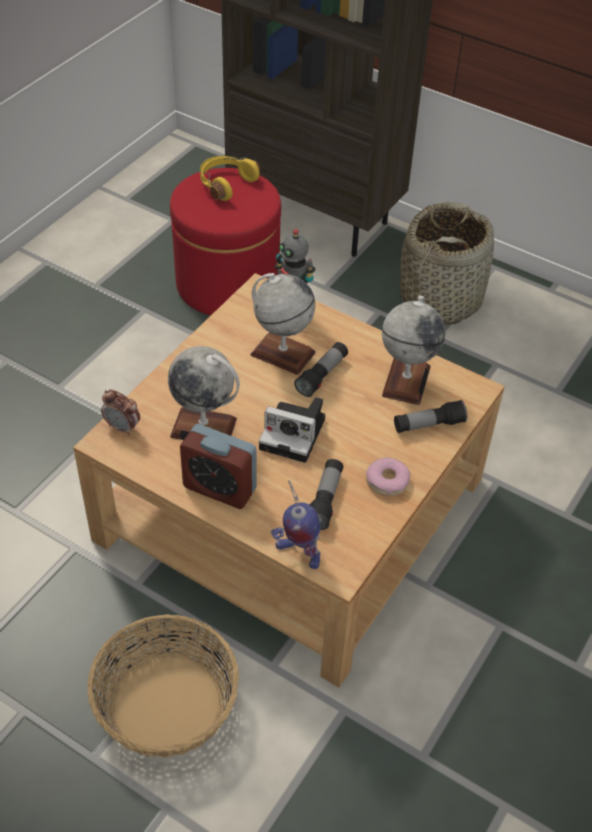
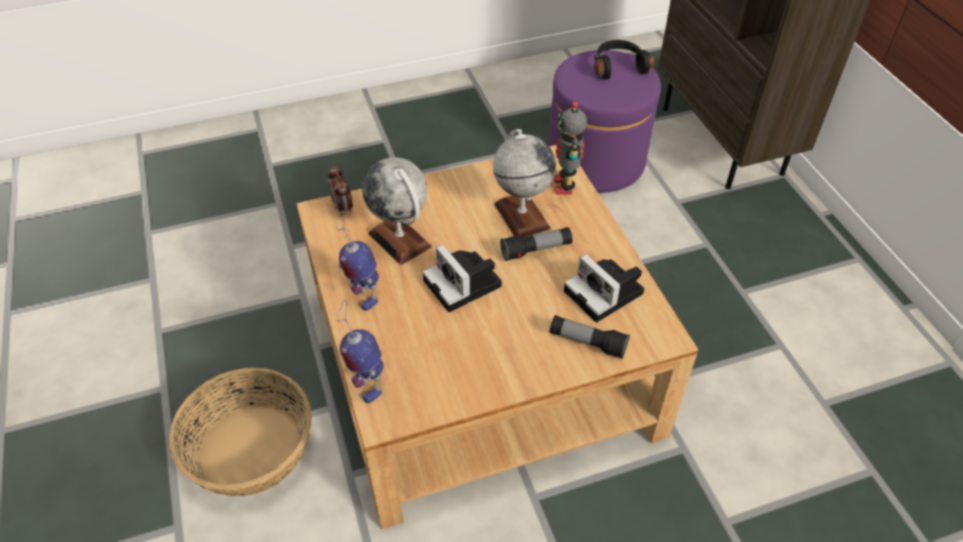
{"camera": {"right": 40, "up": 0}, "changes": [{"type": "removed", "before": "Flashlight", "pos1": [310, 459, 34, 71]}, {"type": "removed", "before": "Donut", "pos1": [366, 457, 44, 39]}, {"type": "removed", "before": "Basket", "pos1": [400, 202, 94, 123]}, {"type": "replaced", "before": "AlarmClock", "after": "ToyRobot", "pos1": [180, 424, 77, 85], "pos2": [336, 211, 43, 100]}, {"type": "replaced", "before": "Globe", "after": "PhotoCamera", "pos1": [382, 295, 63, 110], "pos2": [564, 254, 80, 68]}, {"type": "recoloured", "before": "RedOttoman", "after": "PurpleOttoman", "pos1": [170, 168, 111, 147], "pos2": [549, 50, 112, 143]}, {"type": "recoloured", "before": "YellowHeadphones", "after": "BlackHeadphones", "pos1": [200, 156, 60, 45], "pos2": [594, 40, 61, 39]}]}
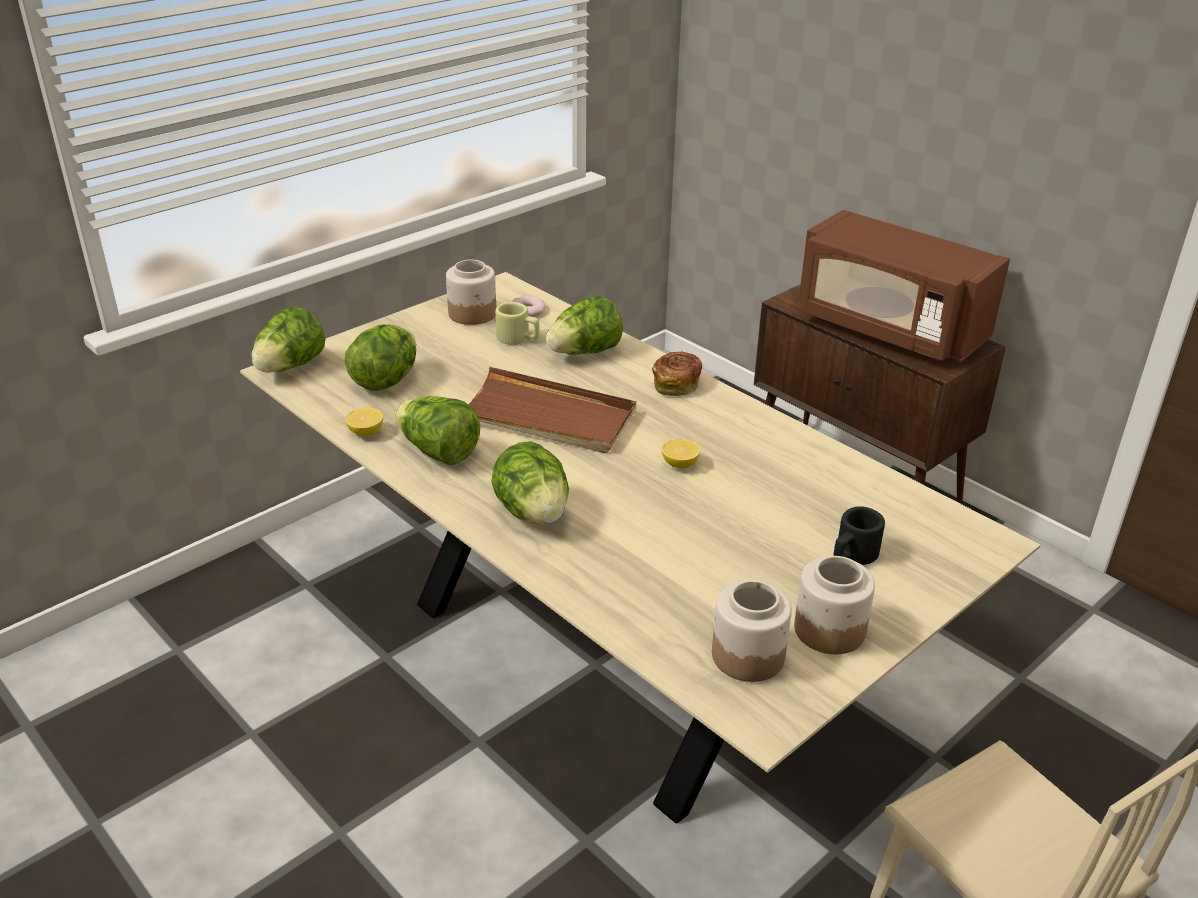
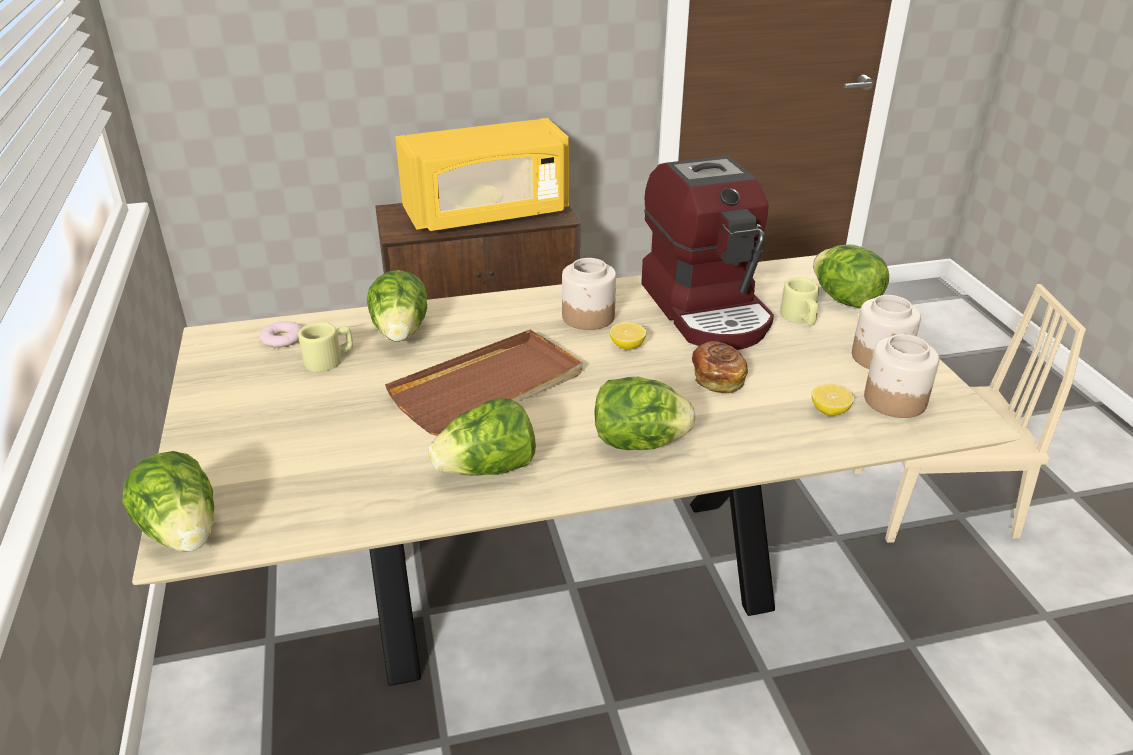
{"camera": {"right": -60, "up": 0}, "changes": [{"type": "added", "after": "CoffeeMachine", "pos2": [641, 156, 133, 194]}, {"type": "moved", "before": "Lettuce", "pos1": [345, 324, 71, 67], "pos2": [813, 245, 76, 64]}, {"type": "moved", "before": "Lemon", "pos1": [345, 408, 38, 28], "pos2": [812, 384, 42, 32]}, {"type": "moved", "before": "Jar", "pos1": [446, 259, 50, 66], "pos2": [562, 258, 54, 72]}, {"type": "moved", "before": "Bread", "pos1": [652, 352, 50, 44], "pos2": [692, 341, 56, 53]}, {"type": "recoloured", "before": "BrownMicrowave", "after": "YellowMicrowave", "pos1": [798, 210, 212, 152], "pos2": [395, 118, 174, 113]}, {"type": "recoloured", "before": "BlackMug", "after": "BeigeMug", "pos1": [833, 506, 52, 59], "pos2": [780, 278, 39, 47]}]}
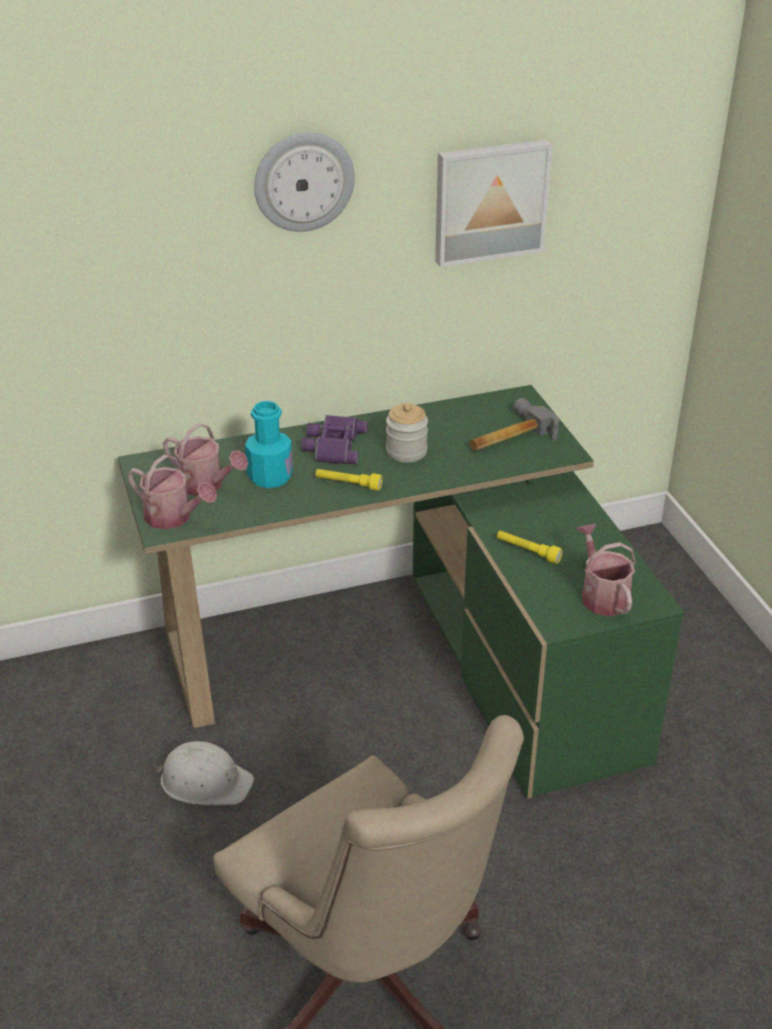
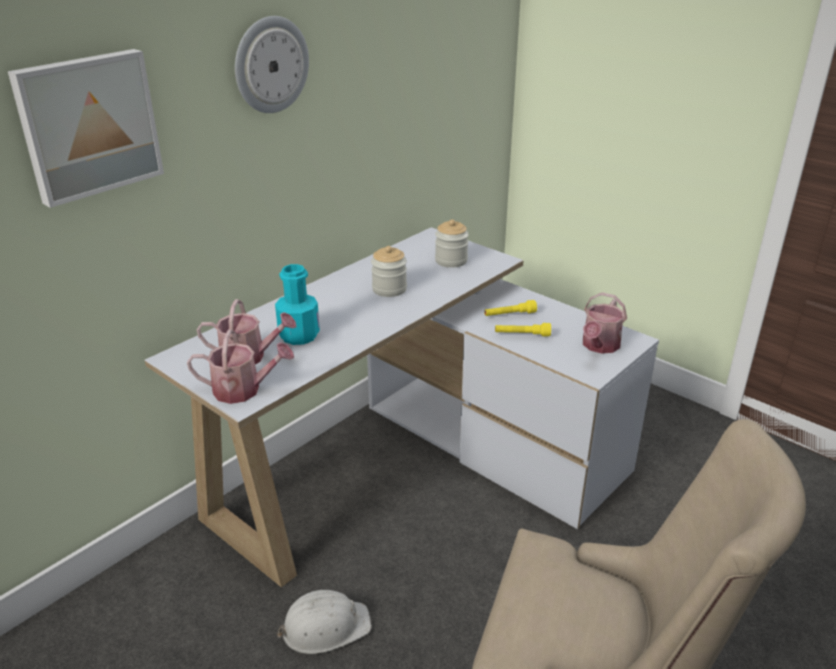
{"camera": {"right": -30, "up": -5}, "changes": [{"type": "removed", "before": "PurpleBinoculars", "pos1": [301, 415, 67, 49]}, {"type": "moved", "before": "YellowFlashlight", "pos1": [316, 469, 66, 22], "pos2": [484, 300, 53, 16]}, {"type": "moved", "before": "Picture", "pos1": [435, 140, 117, 127], "pos2": [8, 49, 156, 159]}, {"type": "replaced", "before": "Hammer", "after": "Jar", "pos1": [469, 398, 90, 53], "pos2": [435, 219, 34, 49]}, {"type": "recoloured", "before": "GreenDesk", "after": "WhiteDesk", "pos1": [118, 385, 566, 414], "pos2": [144, 227, 515, 360]}, {"type": "turned", "before": "WateringCan", "pos1": [576, 524, 60, 93], "pos2": [583, 292, 44, 62], "turn": -105}]}
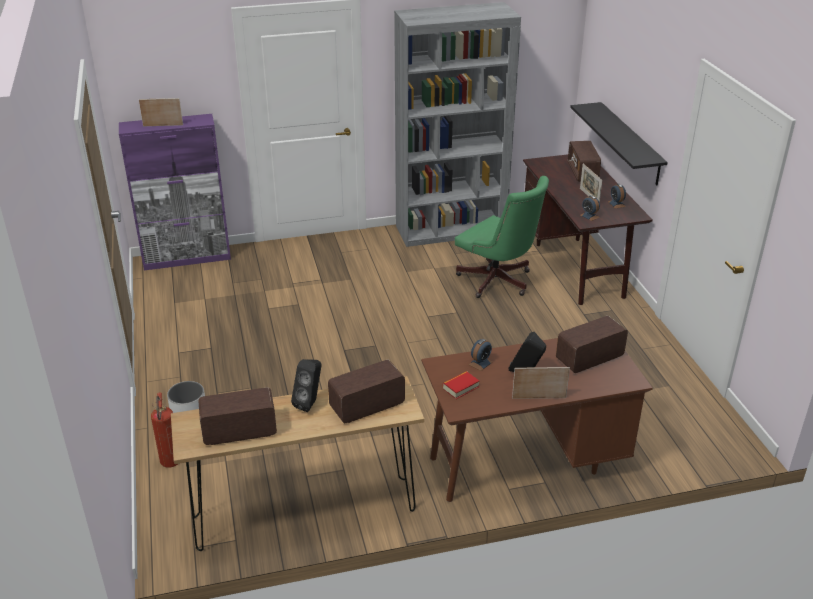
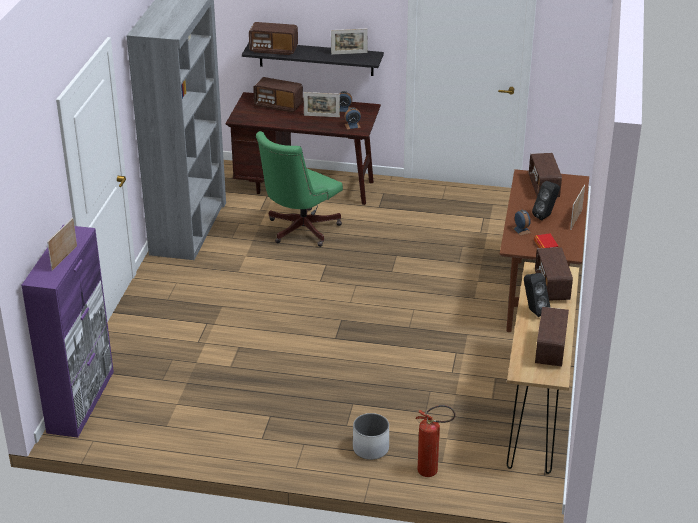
{"camera": {"right": -65, "up": 0}, "changes": [{"type": "added", "after": "Radio", "pos2": [249, 22, 49, 33]}, {"type": "added", "after": "PictureFrame", "pos2": [331, 28, 37, 27]}, {"type": "turned", "before": "GreenOfficeChair", "pos1": [455, 176, 94, 122], "pos2": [256, 131, 87, 116], "turn": 150}]}
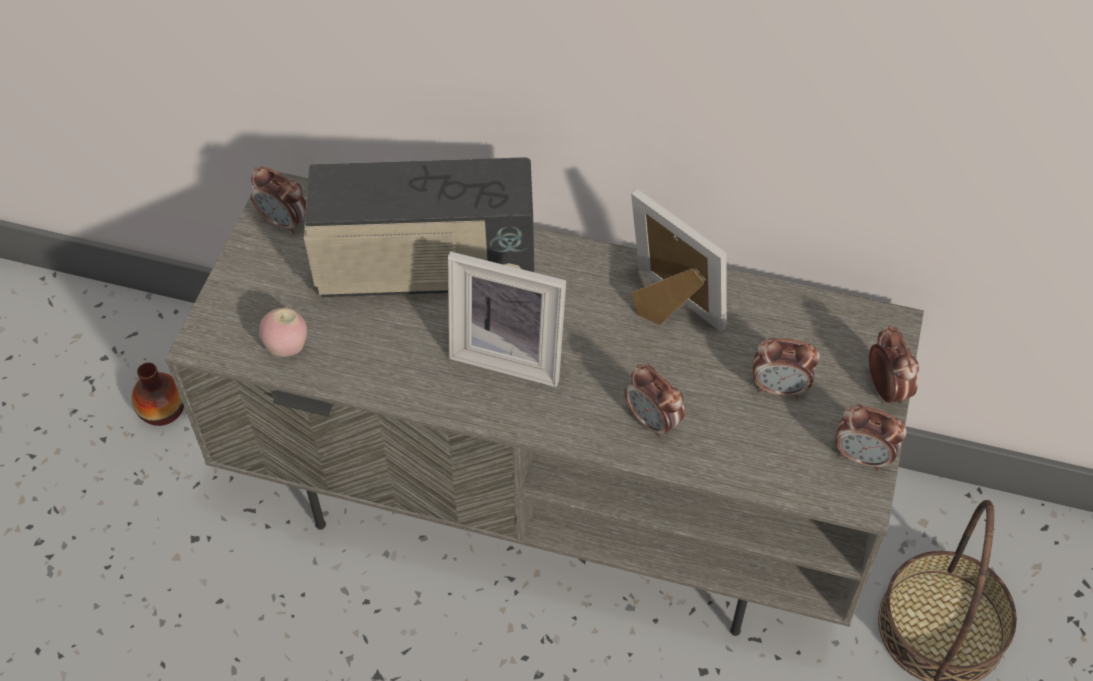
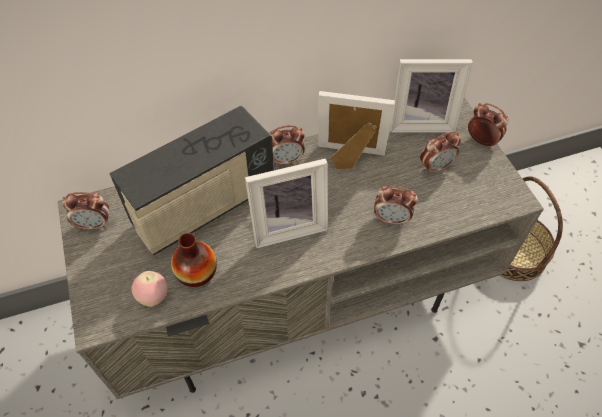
{"camera": {"right": -35, "up": 0}, "changes": [{"type": "added", "after": "PictureFrame", "pos2": [390, 59, 83, 74]}, {"type": "moved", "before": "Vase", "pos1": [131, 362, 53, 64], "pos2": [171, 233, 46, 54]}, {"type": "moved", "before": "AlarmClock", "pos1": [835, 405, 72, 66], "pos2": [269, 125, 36, 41]}]}
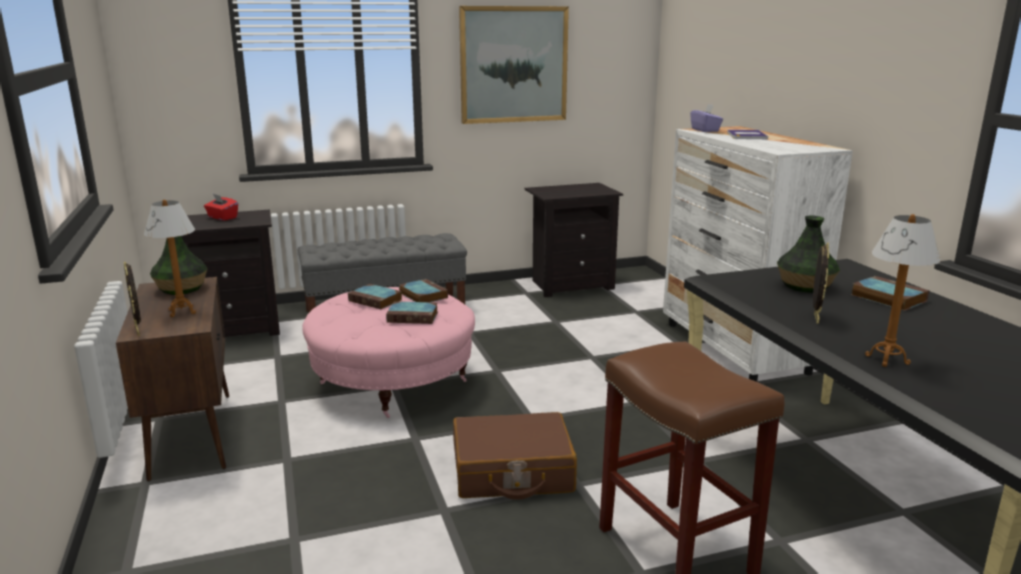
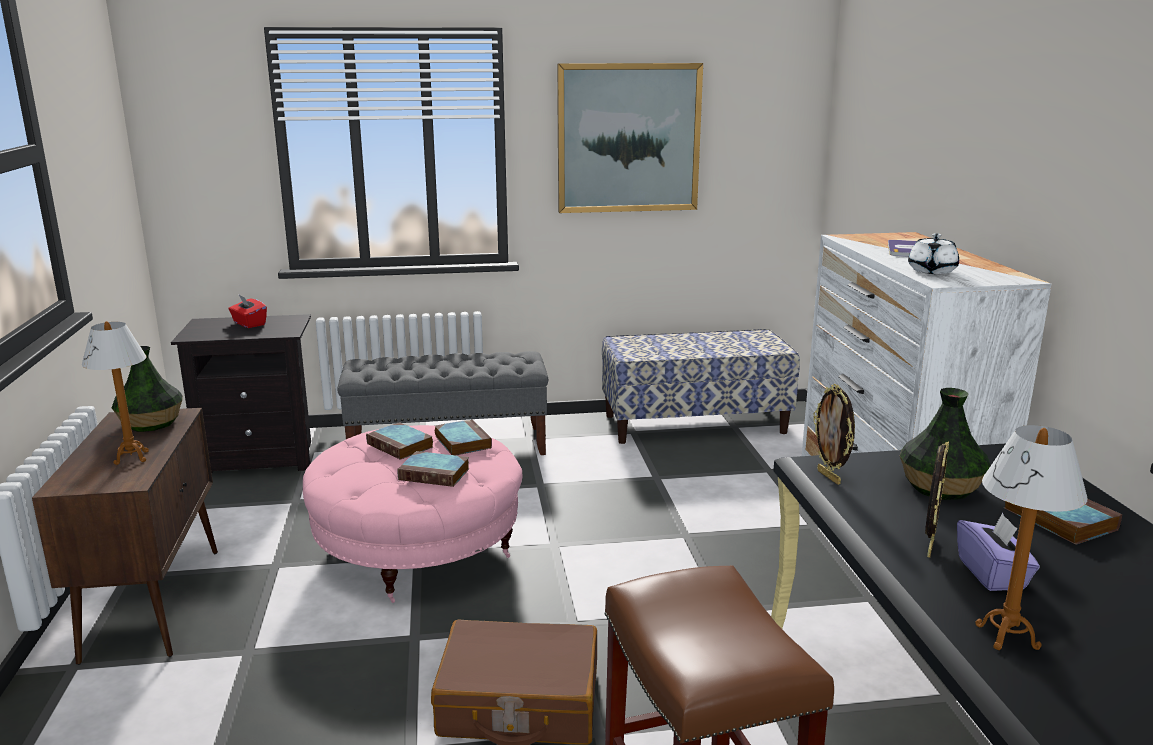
{"camera": {"right": 10, "up": 0}, "changes": [{"type": "added", "after": "WhiteTeapot", "pos2": [908, 233, 51, 41]}, {"type": "moved", "before": "PictureFrame", "pos1": [124, 261, 17, 75], "pos2": [813, 384, 42, 101]}, {"type": "moved", "before": "PurpleTissueBox", "pos1": [690, 104, 33, 28], "pos2": [957, 513, 83, 78]}, {"type": "replaced", "before": "BlackNightstand", "after": "Bench", "pos1": [524, 183, 99, 114], "pos2": [602, 329, 198, 115]}]}
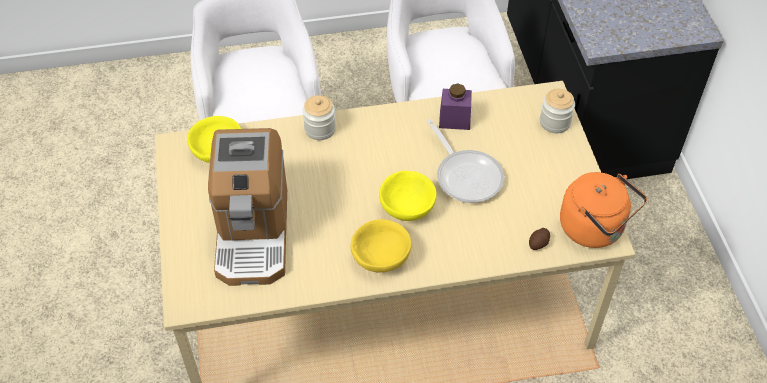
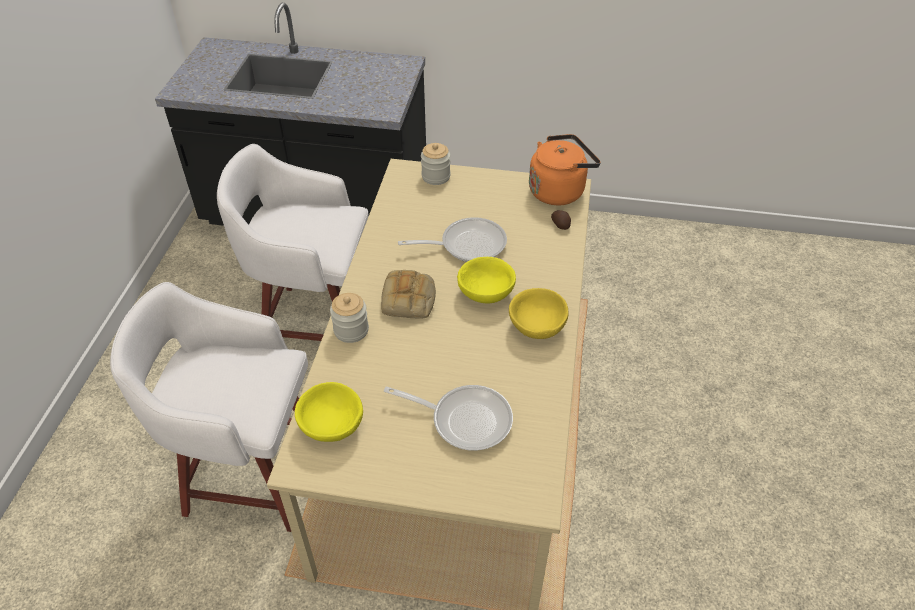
{"camera": {"right": -70, "up": -5}, "changes": [{"type": "removed", "before": "PurpleJar", "pos1": [439, 84, 33, 46]}, {"type": "added", "after": "Bread", "pos2": [381, 270, 55, 49]}, {"type": "replaced", "before": "CoffeeMachine", "after": "FryingPan", "pos1": [208, 128, 79, 158], "pos2": [384, 385, 129, 66]}]}
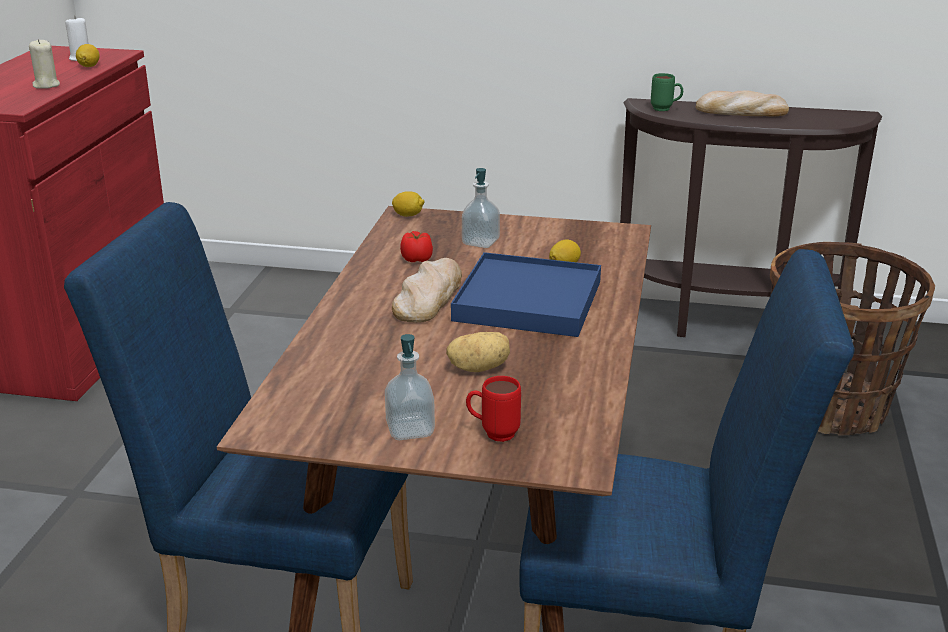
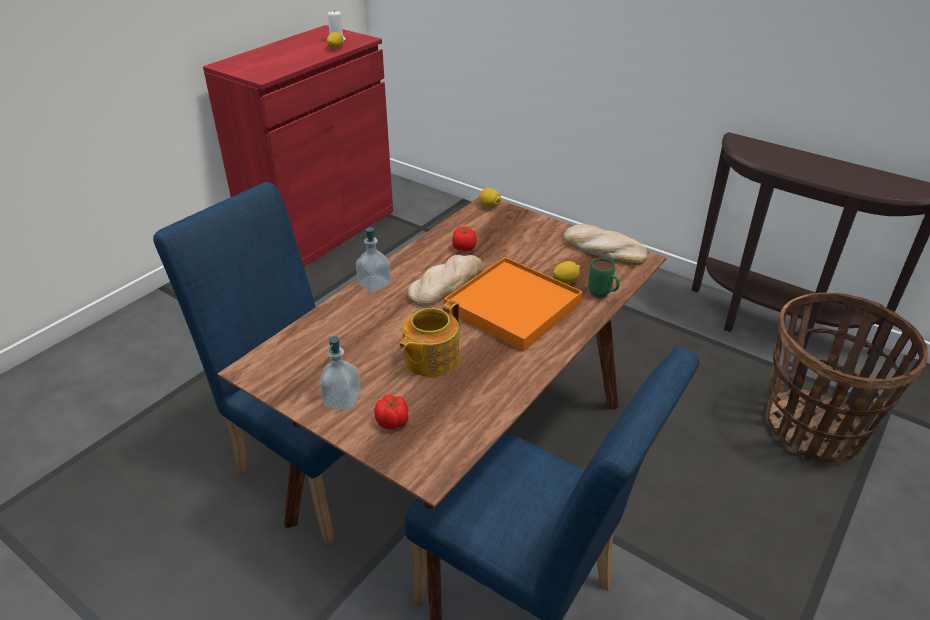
{"camera": {"right": 25, "up": 10}, "changes": [{"type": "removed", "before": "BeigeCandle", "pos1": [29, 39, 31, 50]}, {"type": "moved", "before": "SoapDispenser", "pos1": [462, 168, 38, 80], "pos2": [356, 227, 35, 66]}, {"type": "moved", "before": "GreenMug", "pos1": [651, 73, 32, 38], "pos2": [588, 258, 32, 40]}, {"type": "moved", "before": "Bread", "pos1": [696, 91, 93, 26], "pos2": [563, 224, 85, 42]}, {"type": "replaced", "before": "Potato", "after": "Teapot", "pos1": [446, 332, 64, 40], "pos2": [399, 300, 61, 77]}, {"type": "replaced", "before": "RedMug", "after": "Tomato", "pos1": [466, 376, 55, 66], "pos2": [374, 395, 35, 34]}, {"type": "recoloured", "before": "BlueTray", "after": "OrangeTray", "pos1": [451, 252, 150, 85], "pos2": [444, 257, 139, 95]}]}
